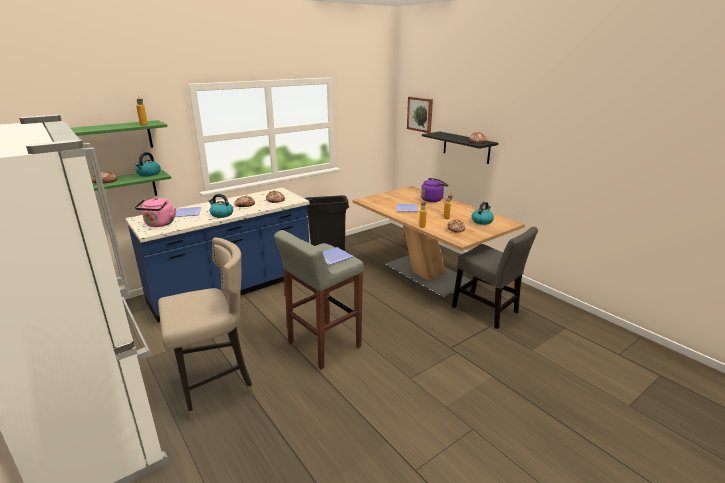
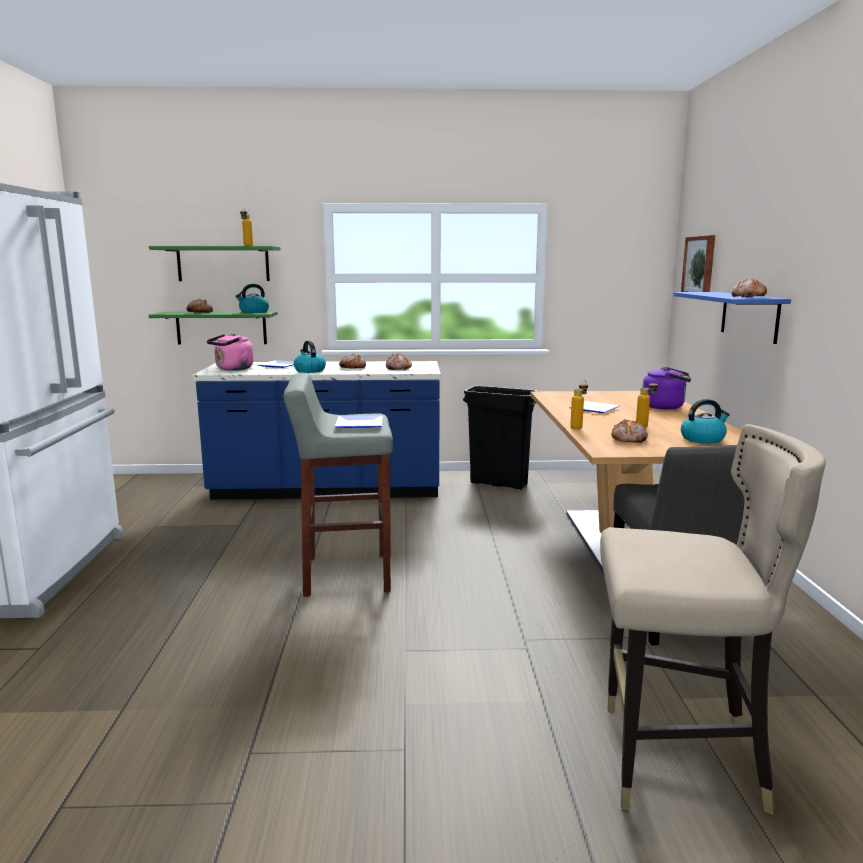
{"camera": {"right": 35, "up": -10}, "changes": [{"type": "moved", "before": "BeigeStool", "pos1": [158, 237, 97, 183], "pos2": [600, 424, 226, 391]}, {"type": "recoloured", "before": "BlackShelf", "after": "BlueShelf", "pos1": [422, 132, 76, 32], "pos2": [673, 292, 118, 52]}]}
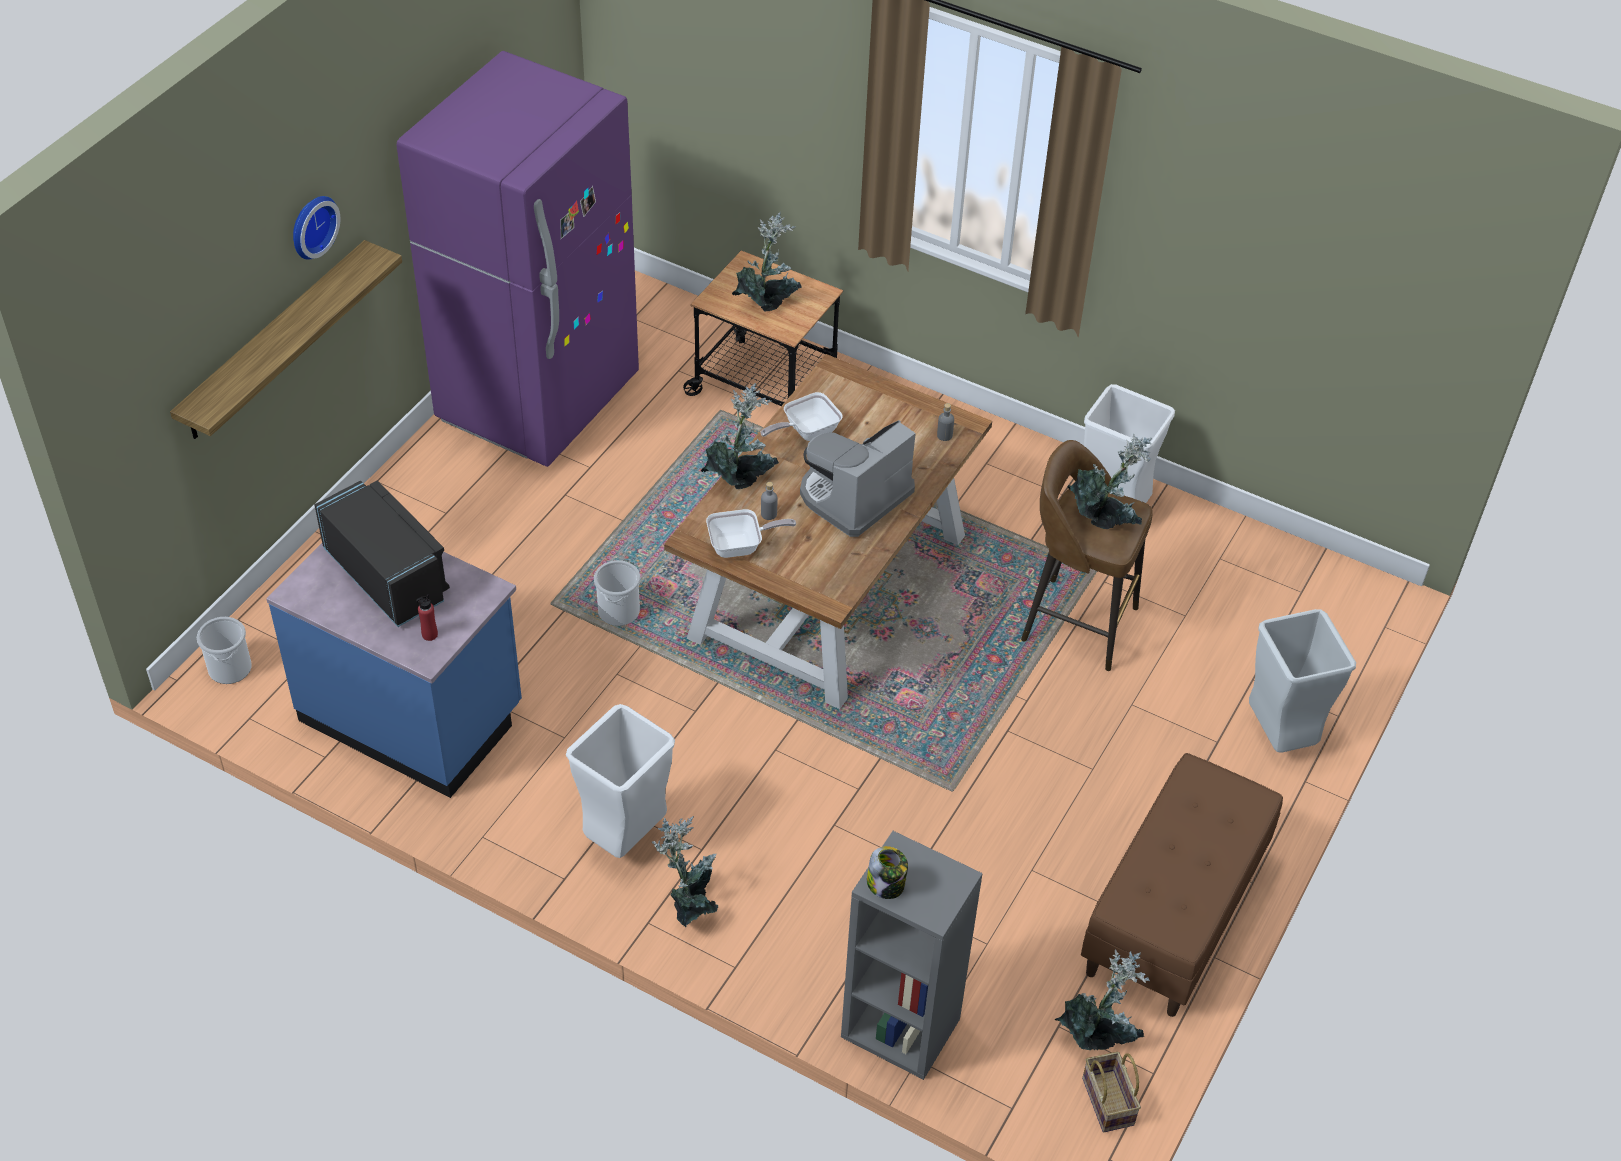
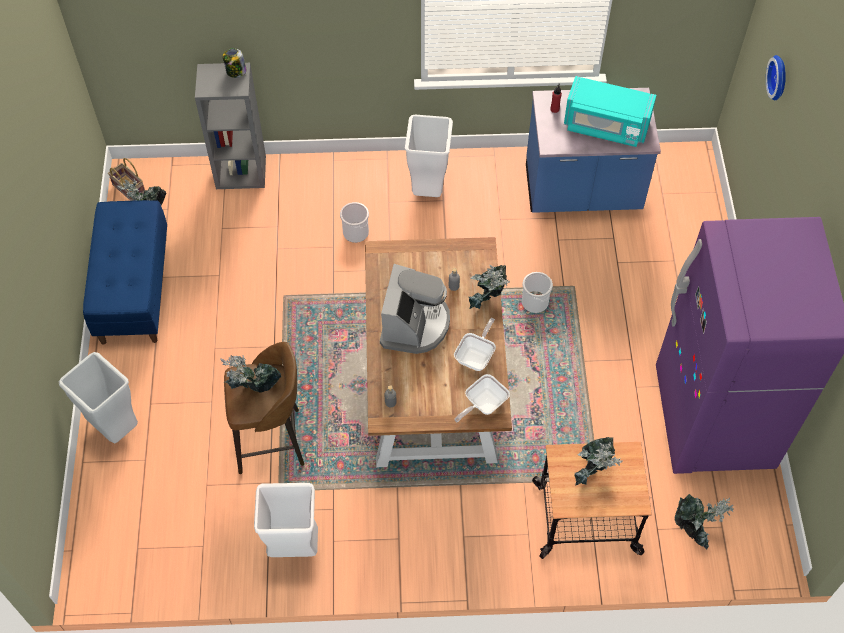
{"camera": {"right": 150, "up": 10}, "changes": [{"type": "removed", "before": "Shelf", "pos1": [170, 240, 232, 199]}, {"type": "moved", "before": "Bucket", "pos1": [197, 617, 55, 67], "pos2": [340, 202, 29, 41]}, {"type": "moved", "before": "WallClock", "pos1": [293, 196, 47, 64], "pos2": [766, 55, 20, 46]}, {"type": "moved", "before": "PottedPlant", "pos1": [652, 816, 67, 112], "pos2": [674, 494, 60, 55]}, {"type": "moved", "before": "FryingPan", "pos1": [706, 509, 90, 49], "pos2": [454, 374, 56, 48]}, {"type": "recoloured", "before": "BlackMicrowave", "after": "TurquoiseMicrowave", "pos1": [315, 480, 135, 147], "pos2": [564, 76, 92, 71]}, {"type": "recoloured", "before": "BrownBench", "after": "BlueBench", "pos1": [1081, 753, 202, 264], "pos2": [83, 200, 84, 145]}]}
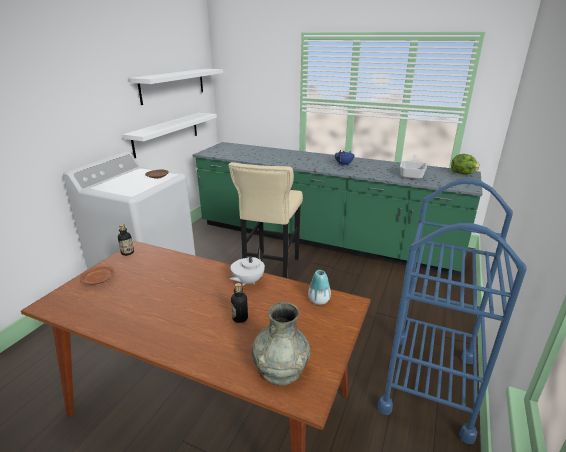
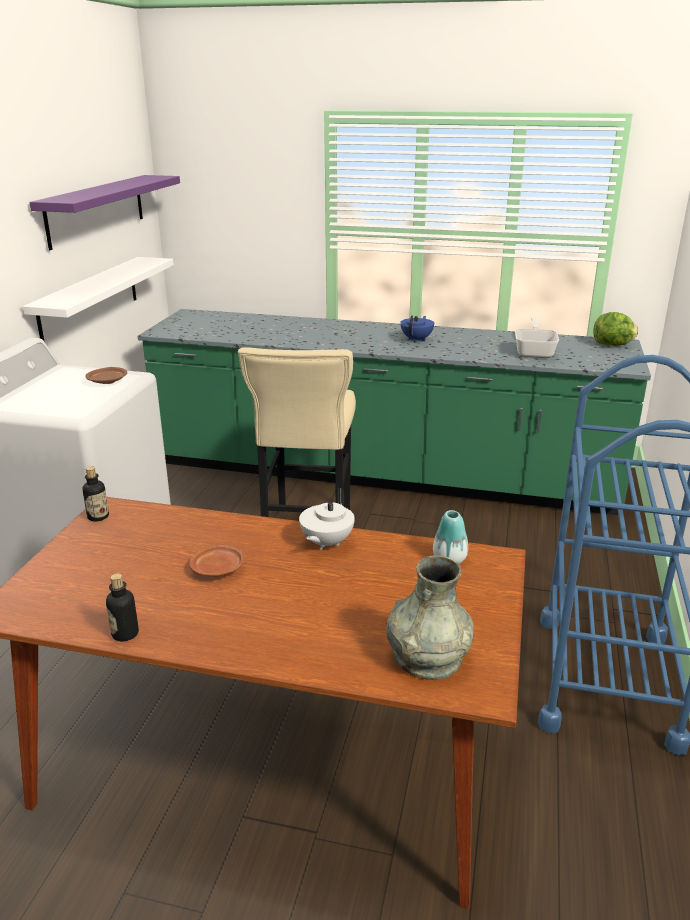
{"camera": {"right": -10, "up": 0}, "changes": [{"type": "moved", "before": "BrownPlate", "pos1": [80, 266, 35, 19], "pos2": [189, 545, 56, 32]}, {"type": "moved", "before": "Bottle", "pos1": [231, 283, 17, 40], "pos2": [106, 573, 33, 68]}, {"type": "recoloured", "before": "WhiteShelf", "after": "PurpleShelf", "pos1": [129, 69, 94, 36], "pos2": [30, 175, 150, 75]}]}
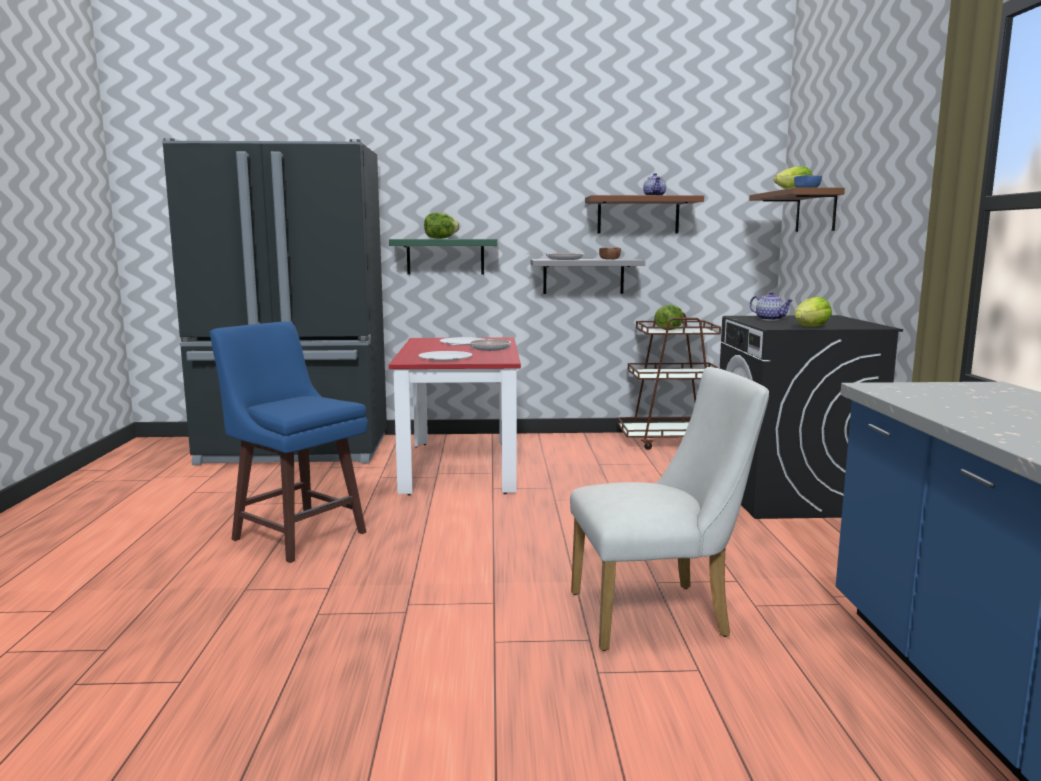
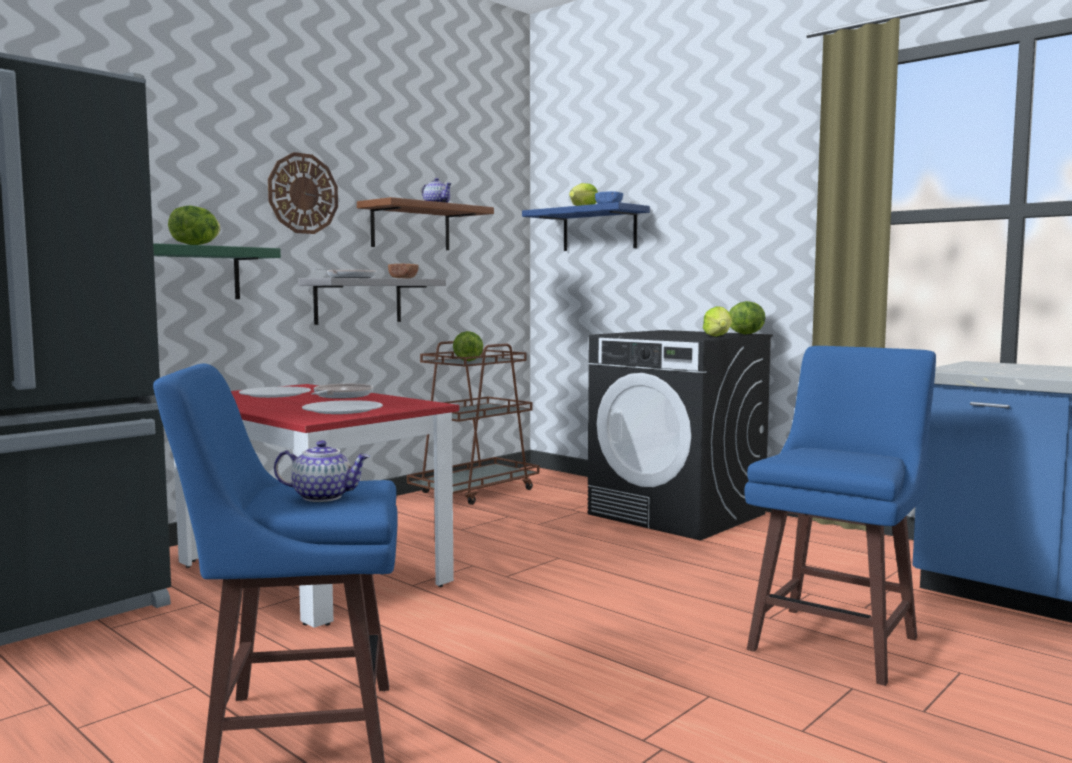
{"camera": {"right": -45, "up": -5}, "changes": [{"type": "added", "after": "WallClock", "pos2": [268, 152, 70, 82]}, {"type": "added", "after": "Lettuce", "pos2": [729, 301, 37, 34]}, {"type": "moved", "before": "Teapot", "pos1": [750, 292, 43, 29], "pos2": [274, 440, 96, 62]}, {"type": "replaced", "before": "WhiteChair", "after": "BlueStool", "pos1": [570, 367, 199, 284], "pos2": [744, 346, 192, 340]}, {"type": "recoloured", "before": "BrownShelf", "after": "BlueShelf", "pos1": [749, 188, 96, 44], "pos2": [522, 202, 128, 49]}]}
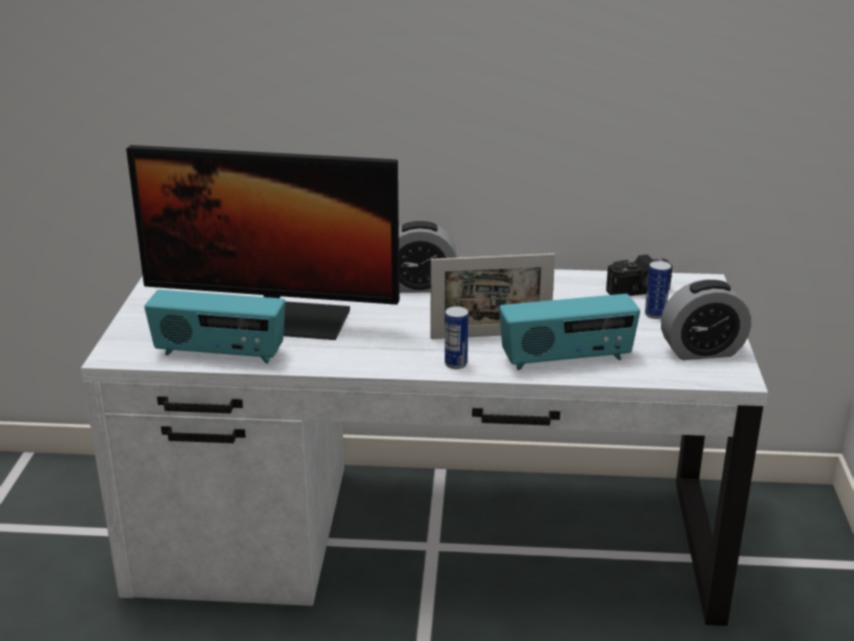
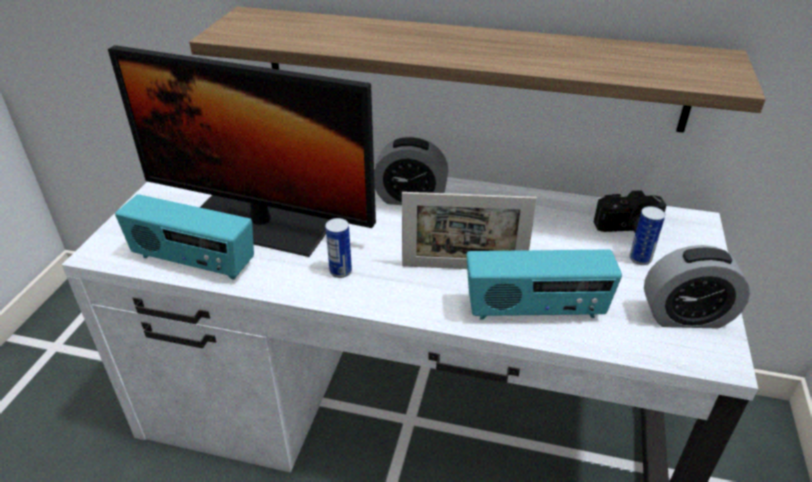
{"camera": {"right": 10, "up": 10}, "changes": [{"type": "added", "after": "Shelf", "pos2": [189, 6, 577, 127]}, {"type": "moved", "before": "Can", "pos1": [445, 306, 23, 63], "pos2": [325, 218, 27, 60]}]}
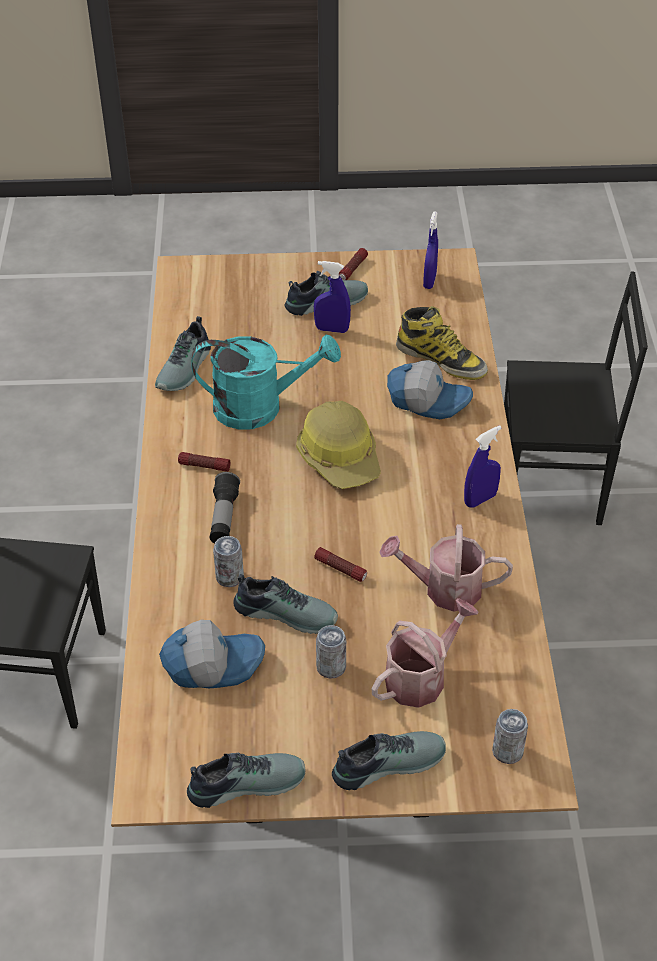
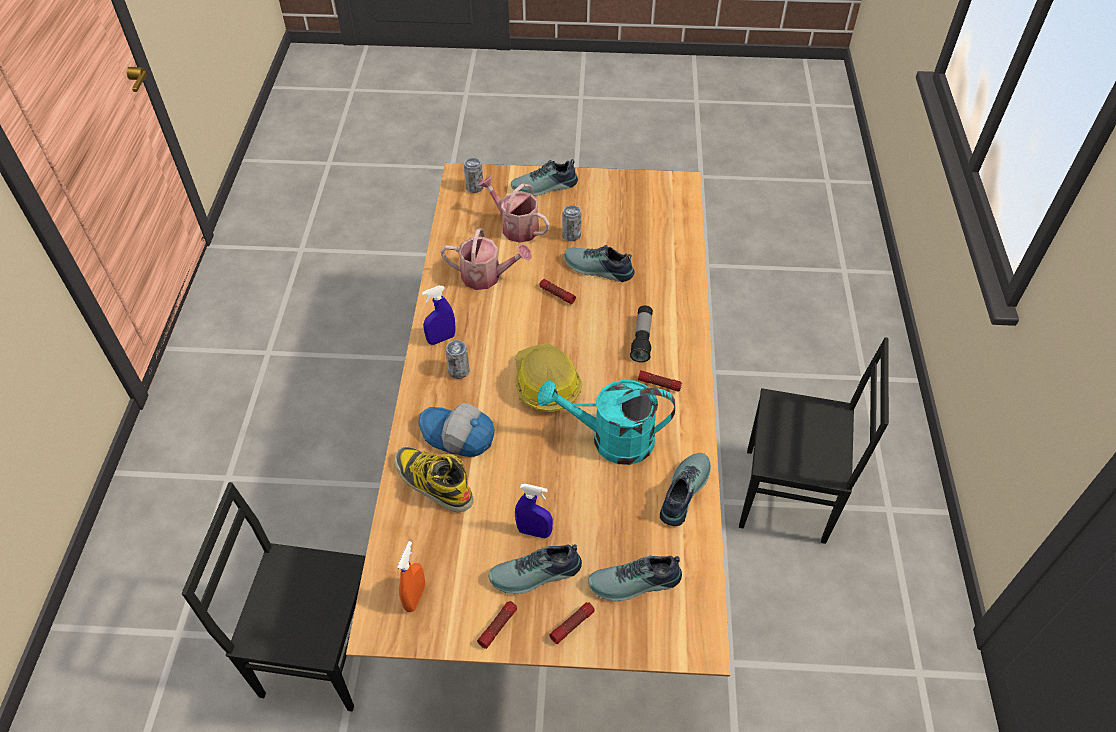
{"camera": {"right": -175, "up": 5}, "changes": [{"type": "removed", "before": "Cap", "pos1": [159, 620, 106, 68]}, {"type": "added", "after": "Flashlight", "pos2": [549, 602, 46, 42]}, {"type": "moved", "before": "Shoe", "pos1": [187, 753, 119, 55], "pos2": [588, 556, 94, 46]}, {"type": "moved", "before": "Can", "pos1": [213, 536, 31, 51], "pos2": [445, 340, 25, 39]}, {"type": "recoloured", "before": "BlueSprayBottle", "after": "OrangeSprayBottle", "pos1": [423, 212, 15, 77], "pos2": [397, 541, 28, 71]}, {"type": "turned", "before": "WateringCan", "pos1": [371, 598, 108, 110], "pos2": [478, 176, 72, 67], "turn": 75}]}
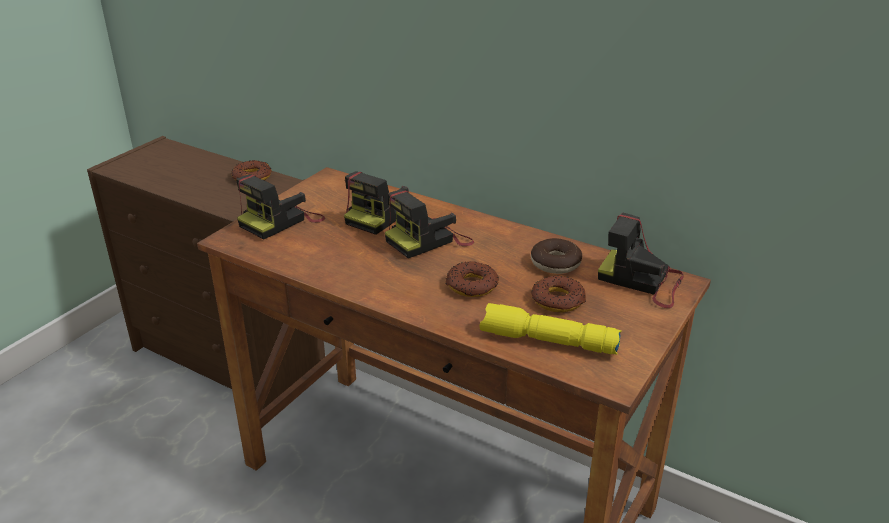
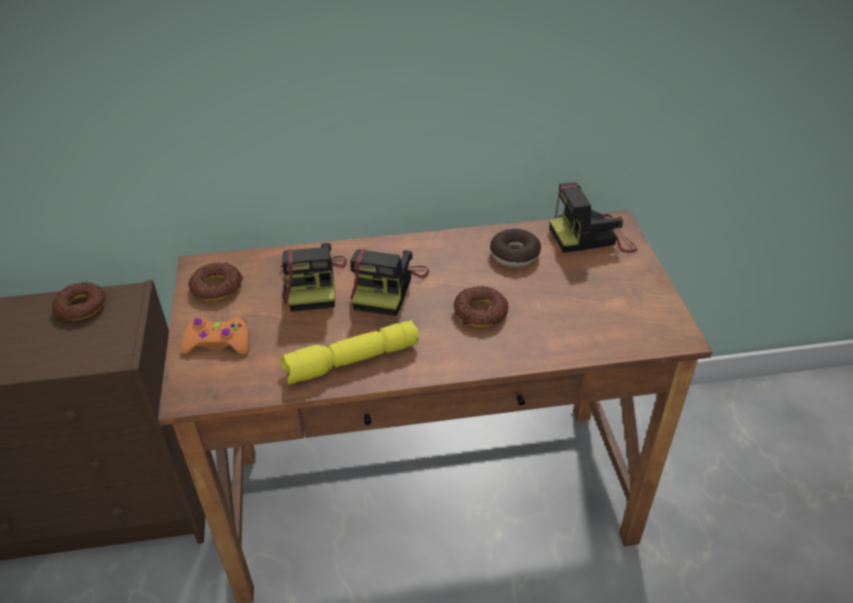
{"camera": {"right": -40, "up": 10}, "changes": [{"type": "moved", "before": "YellowFlashlight", "pos1": [480, 303, 142, 52], "pos2": [280, 320, 139, 65]}, {"type": "moved", "before": "Donut", "pos1": [531, 275, 55, 37], "pos2": [188, 262, 55, 39]}, {"type": "replaced", "before": "PhotoCamera", "after": "OrangeGameController", "pos1": [236, 174, 89, 65], "pos2": [180, 317, 69, 38]}]}
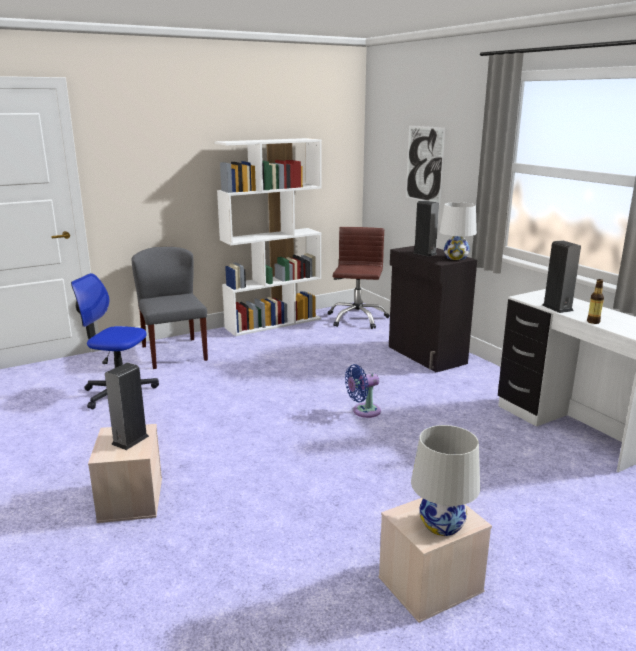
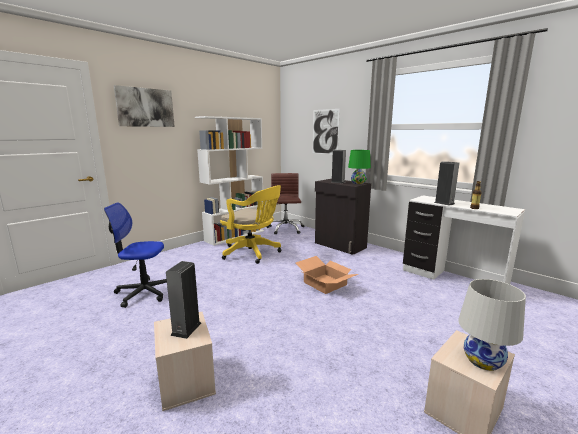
{"camera": {"right": -15, "up": -5}, "changes": [{"type": "removed", "before": "GreyChair", "pos1": [131, 247, 77, 122]}, {"type": "added", "after": "Picture", "pos2": [114, 85, 61, 42]}, {"type": "added", "after": "YellowOfficeChair", "pos2": [220, 185, 62, 79]}, {"type": "replaced", "before": "BlueFan", "after": "CardboardBox", "pos1": [345, 364, 36, 54], "pos2": [296, 256, 62, 38]}, {"type": "recoloured", "before": "WhiteTableLamp", "after": "GreenTableLamp", "pos1": [440, 202, 37, 58], "pos2": [348, 150, 23, 34]}]}
